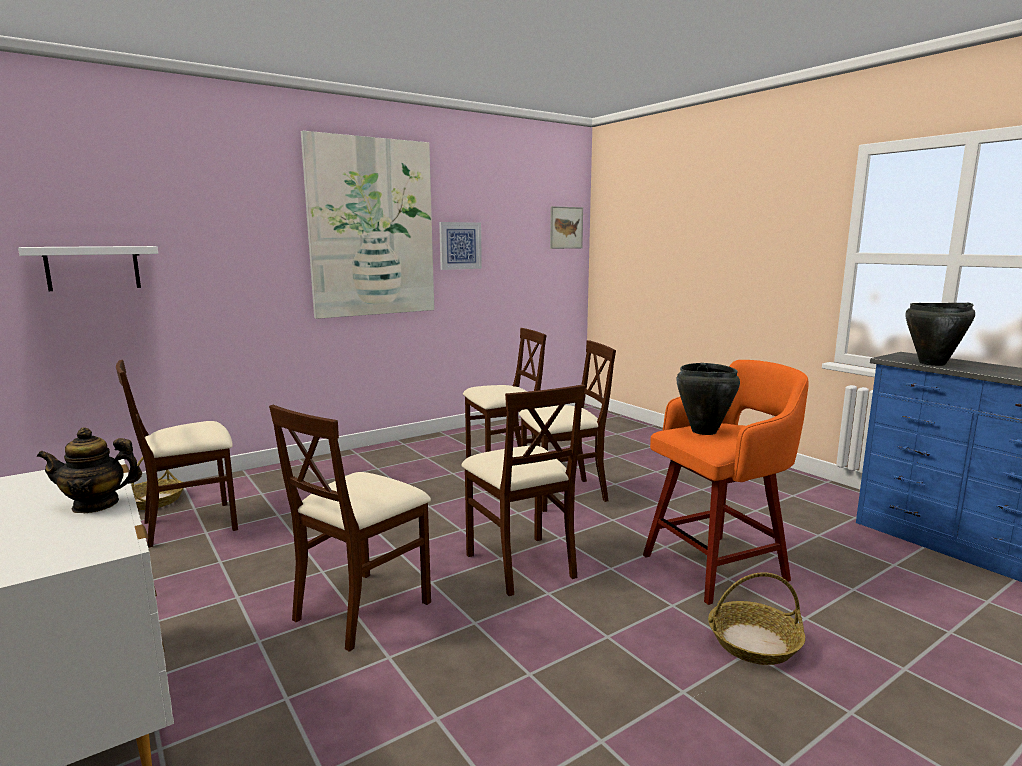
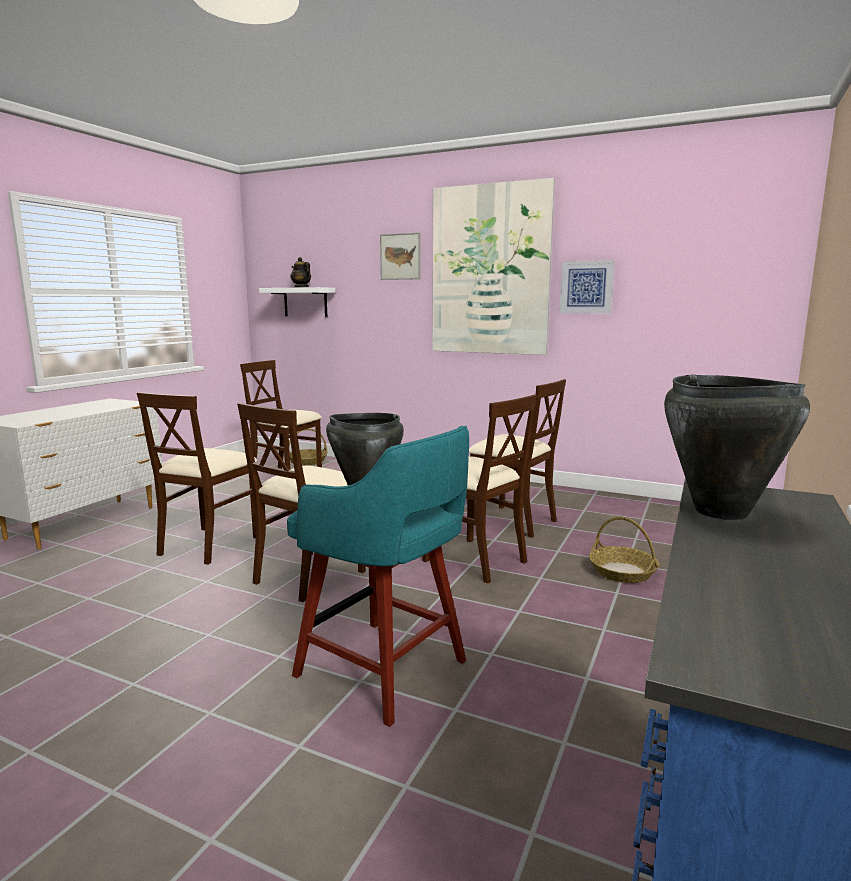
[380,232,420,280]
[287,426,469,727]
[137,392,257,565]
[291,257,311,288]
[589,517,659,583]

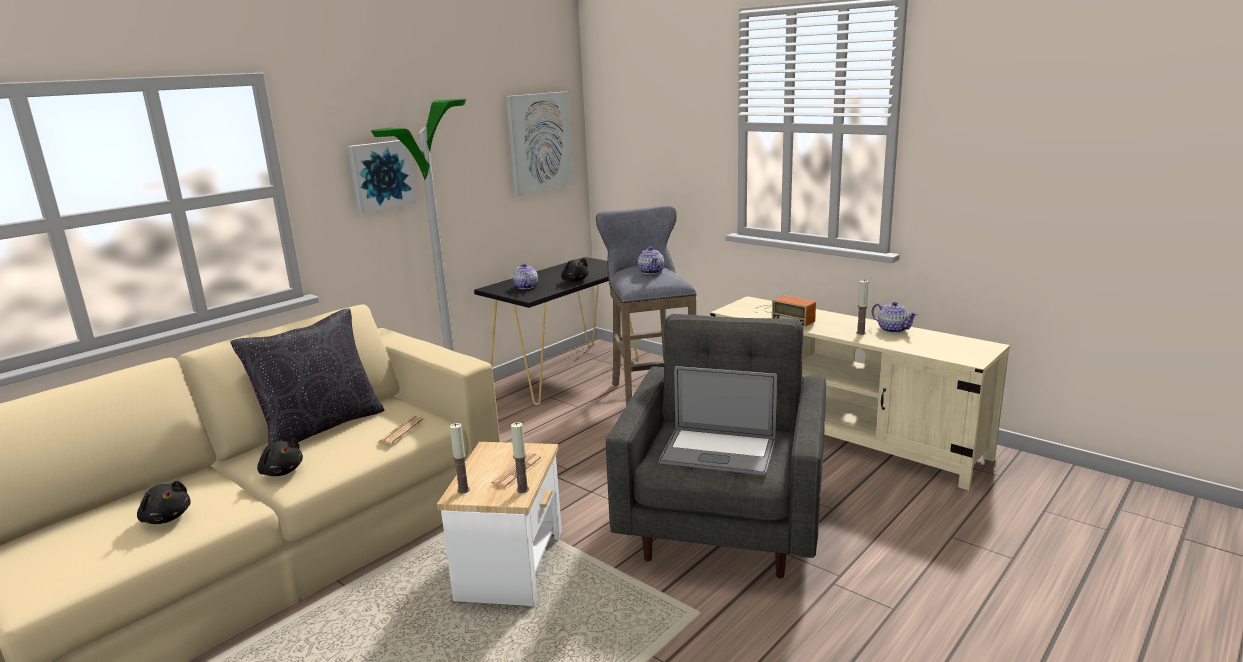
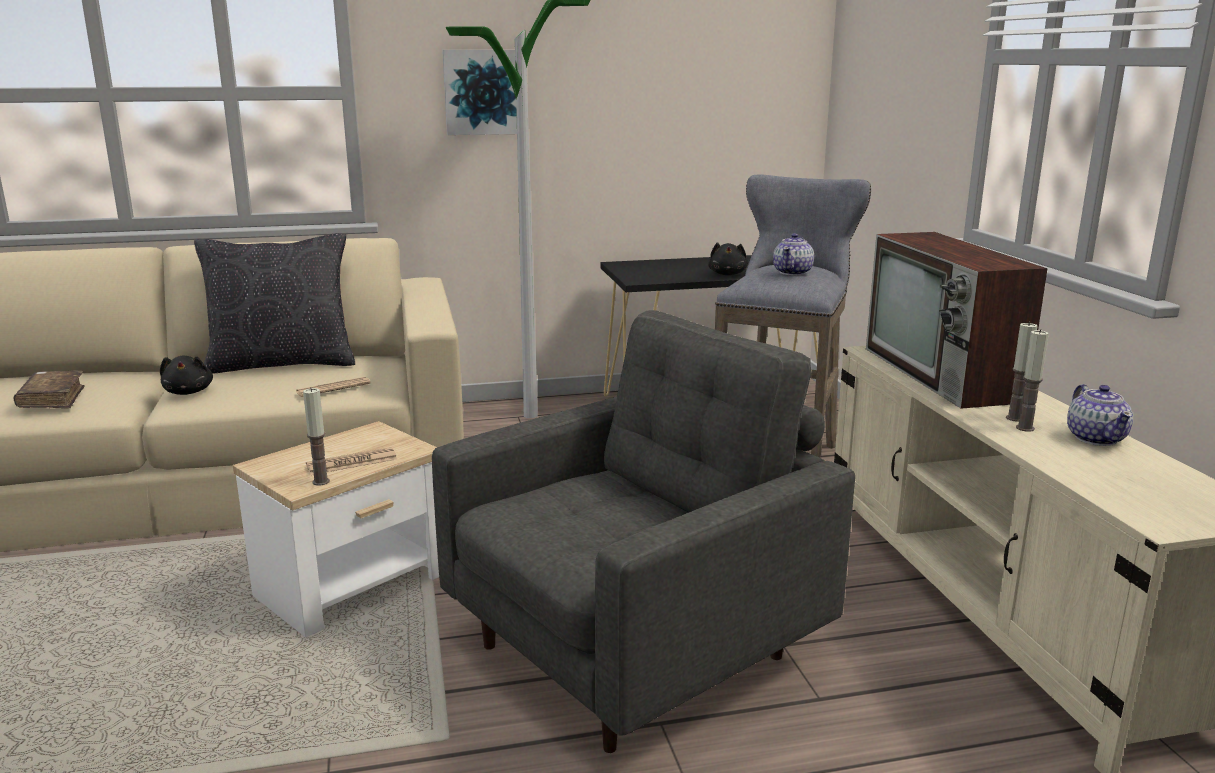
[506,91,574,195] (first image)
[513,263,538,289] (first image)
[866,232,1048,409]
[659,366,777,475] (first image)
[1006,322,1038,422]
[13,370,85,408]

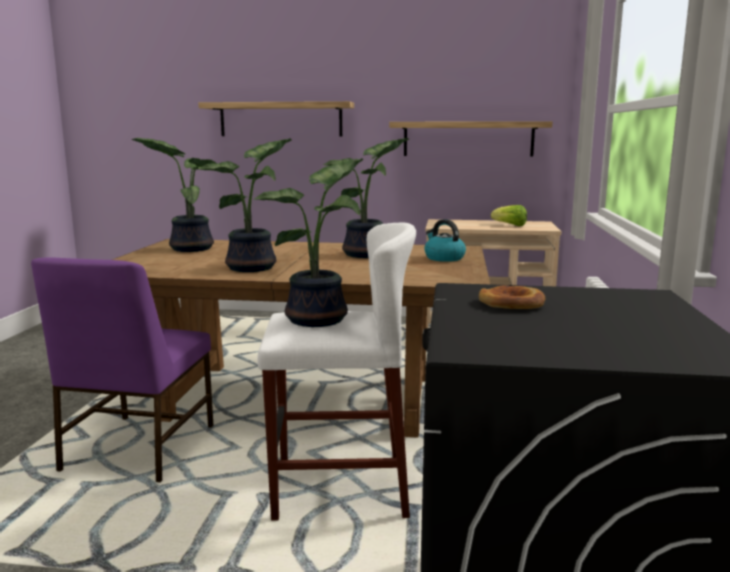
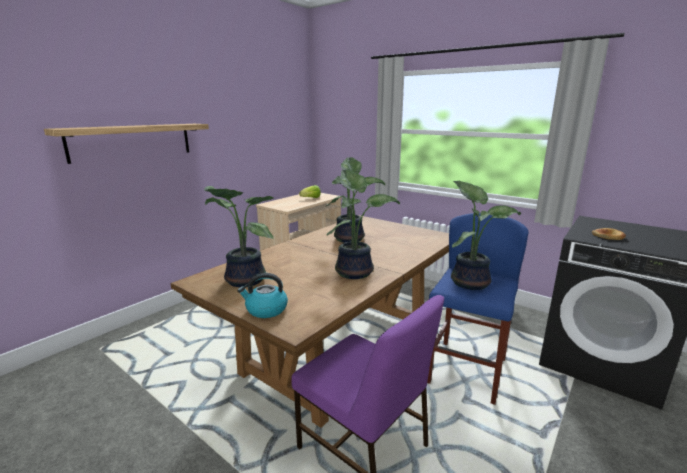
[389,121,553,157] (first image)
[238,273,288,318]
[427,213,529,405]

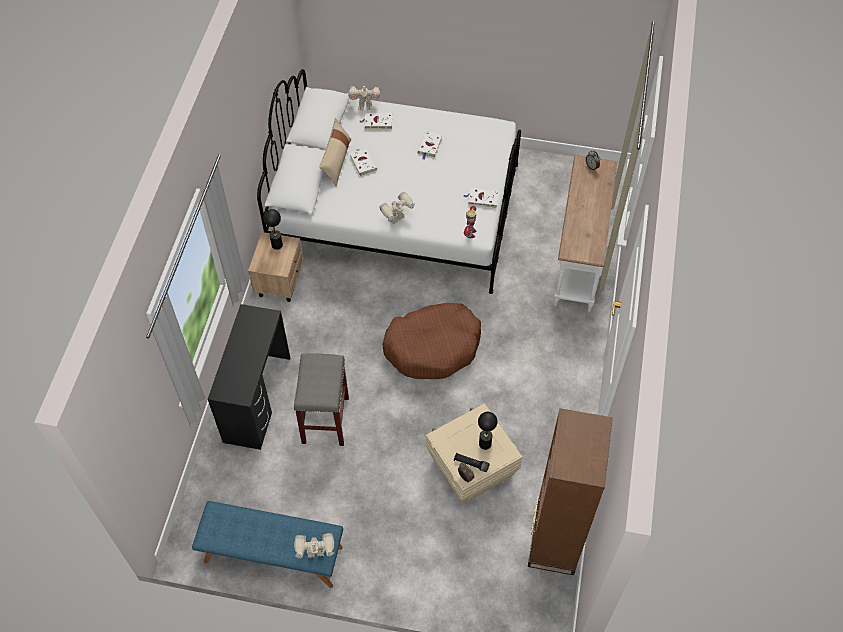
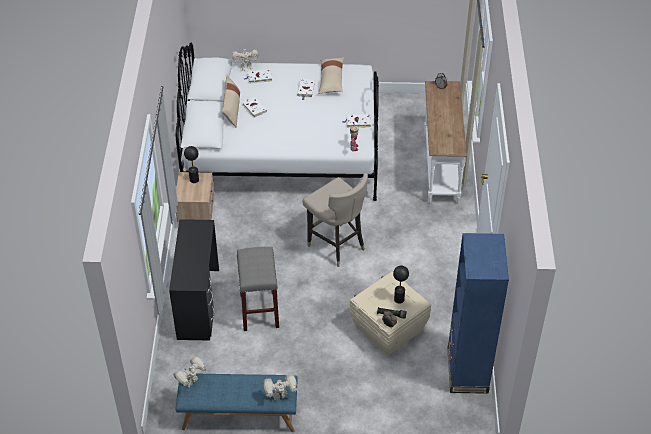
[173,356,207,388]
[302,173,368,267]
[447,233,509,394]
[318,57,344,94]

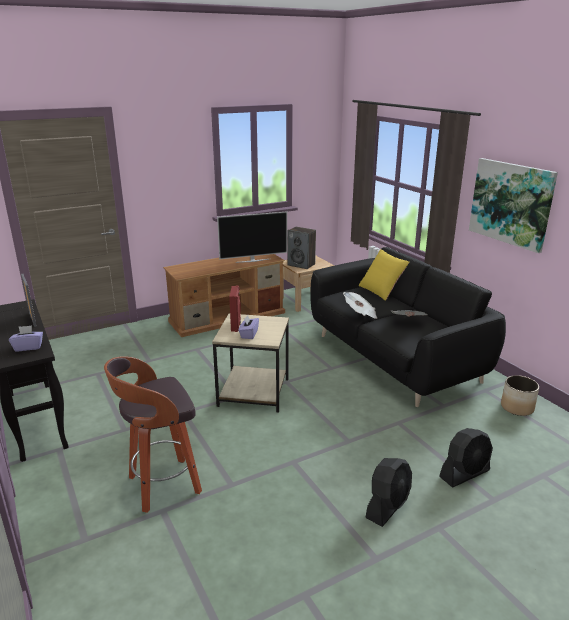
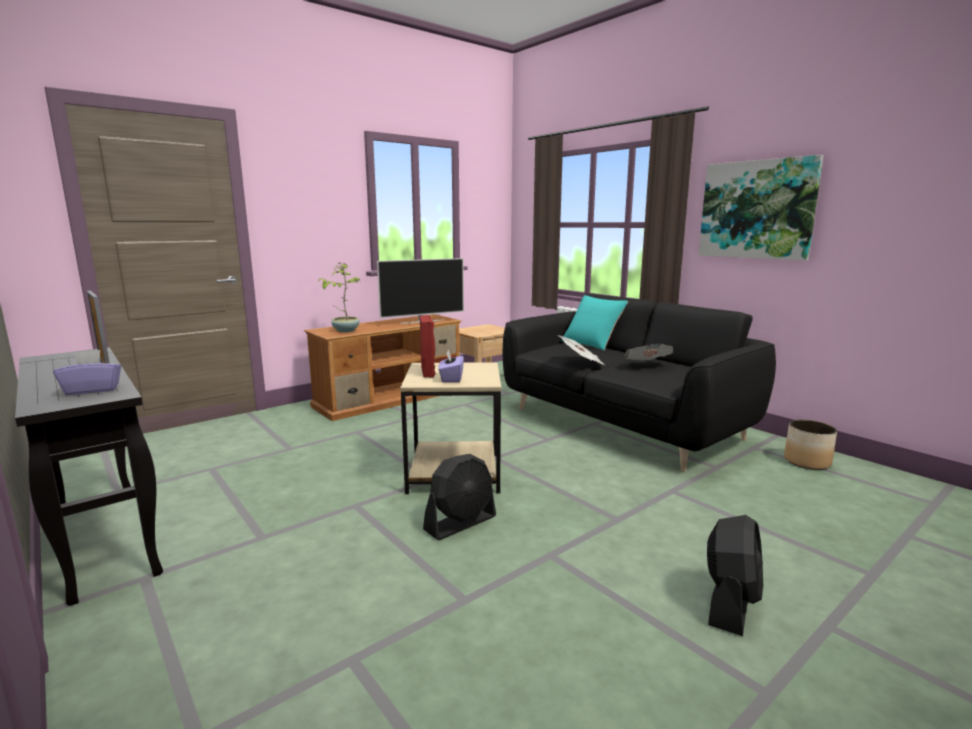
[287,227,316,269] (first image)
[561,295,628,351]
[104,356,202,513] (first image)
[423,454,496,540]
[318,263,360,332]

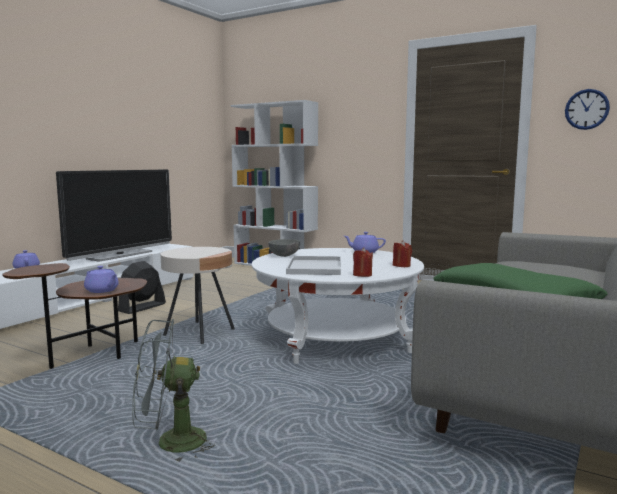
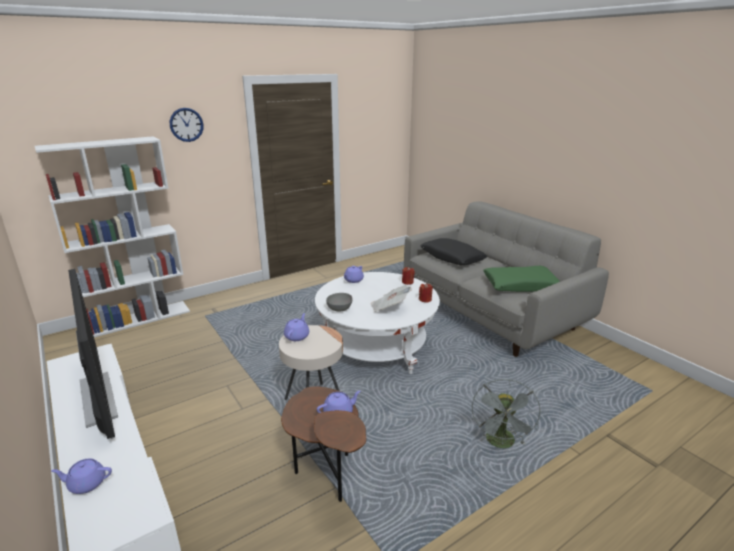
[170,108,203,142]
[371,285,412,312]
[118,261,166,314] (first image)
[421,238,487,265]
[284,313,309,341]

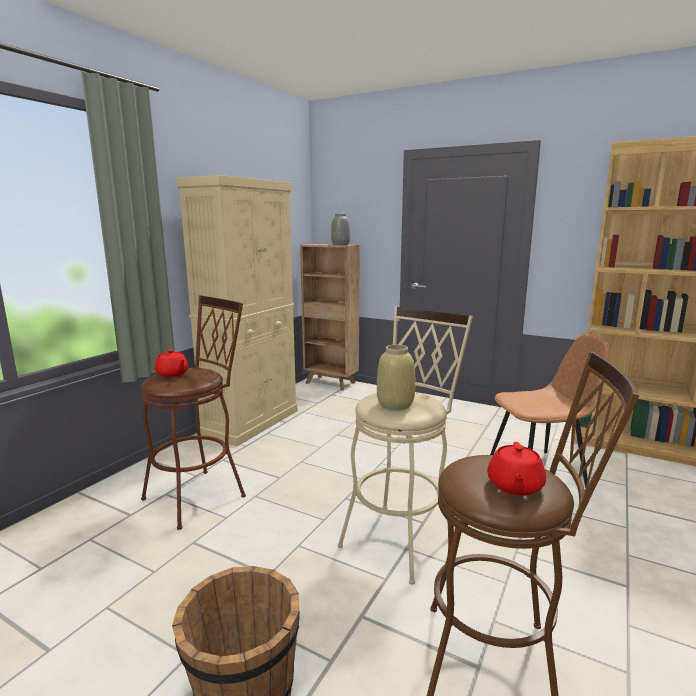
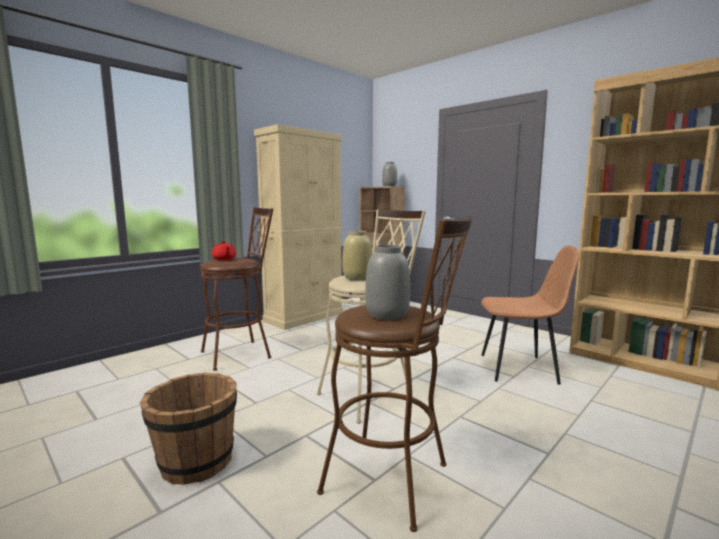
[365,245,410,320]

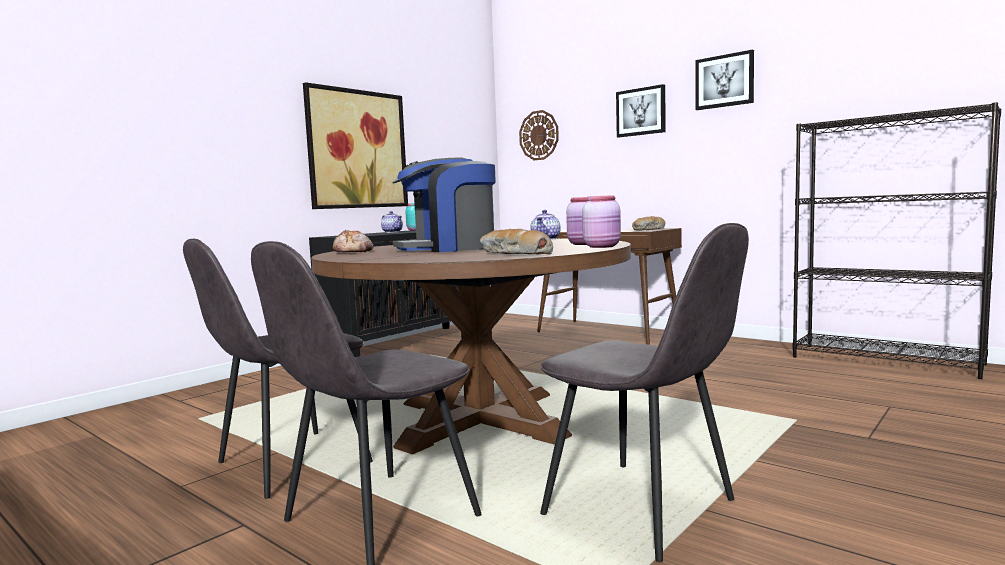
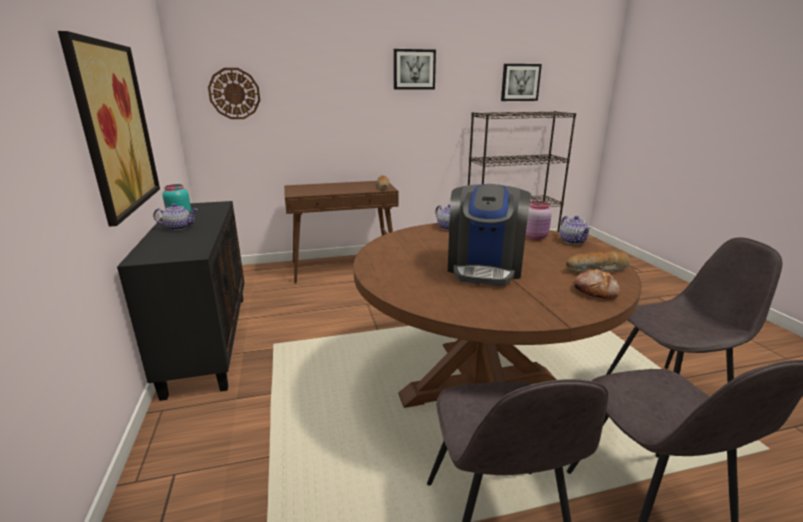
[501,64,542,101]
[560,216,591,245]
[573,269,620,299]

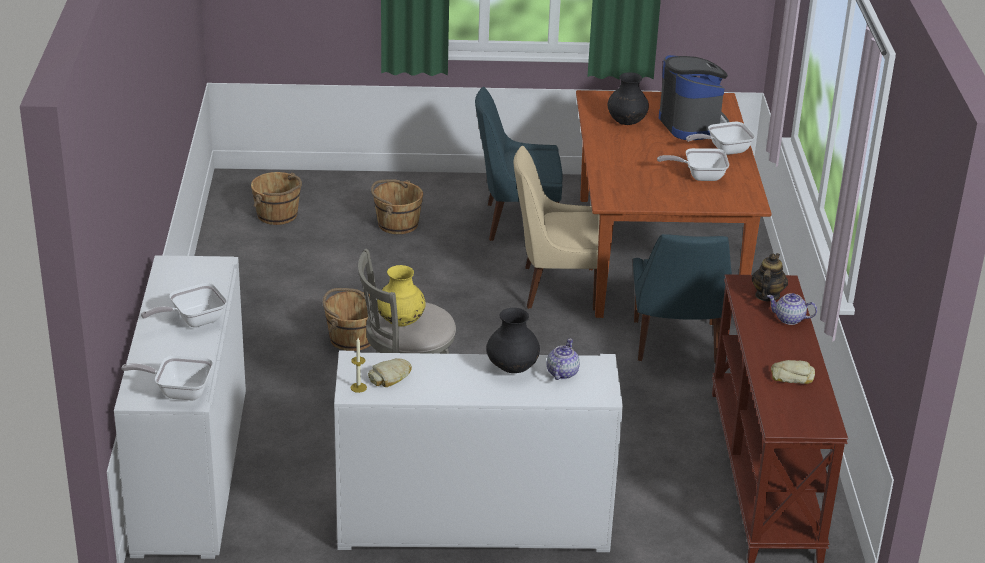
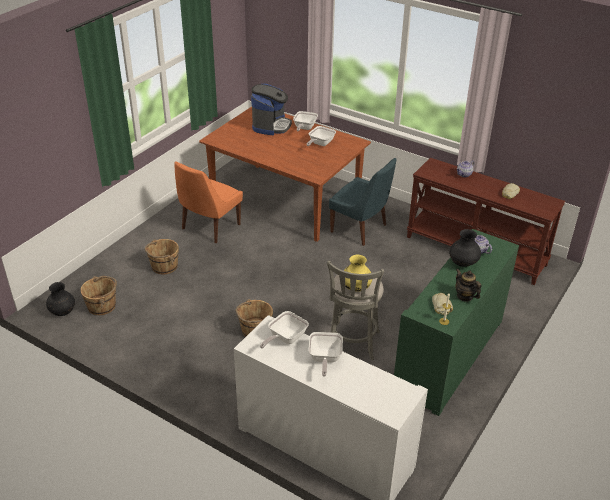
[251,84,292,135]
[46,282,75,316]
[174,161,243,243]
[514,146,600,311] (first image)
[455,269,481,302]
[394,229,519,416]
[260,311,309,348]

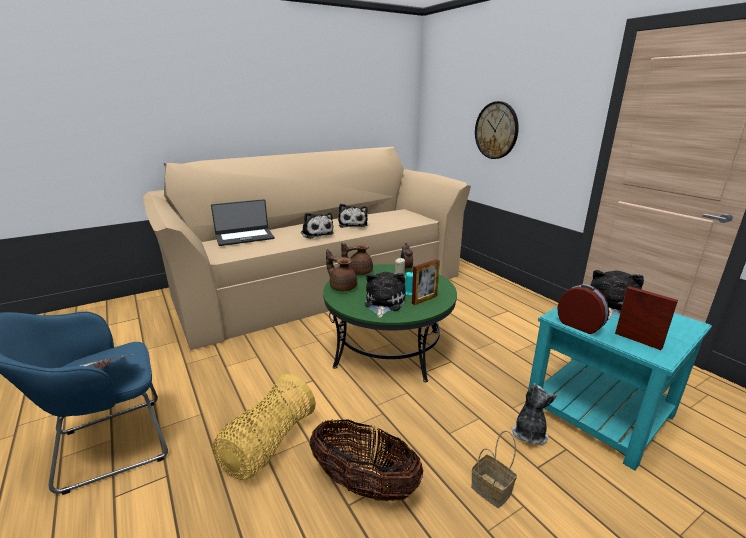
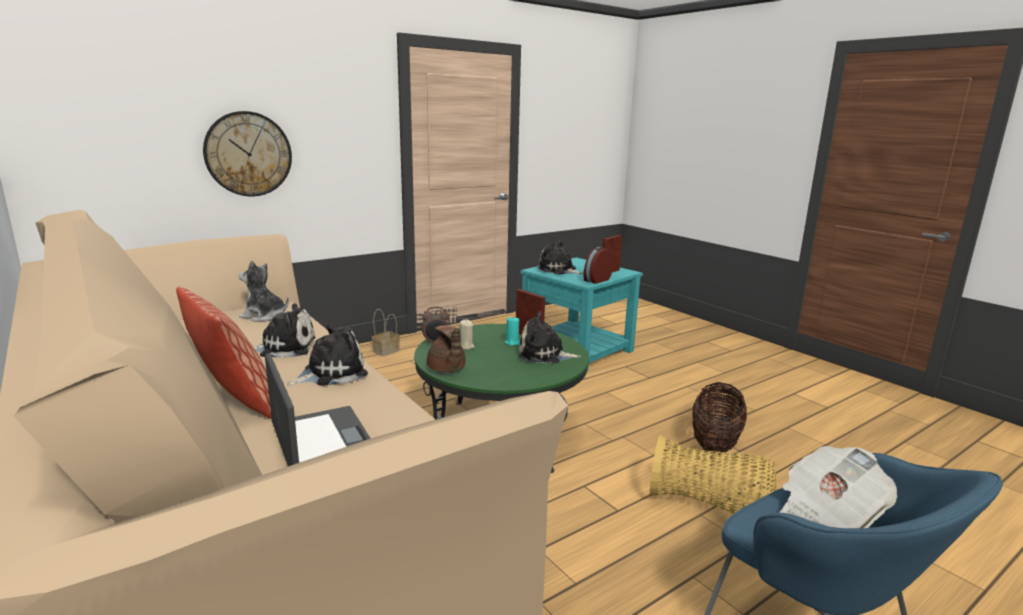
[326,249,357,291] (first image)
[239,261,289,322]
[372,309,400,356]
[176,287,272,419]

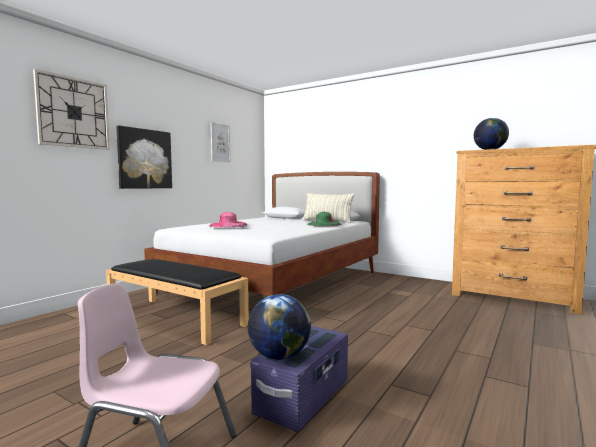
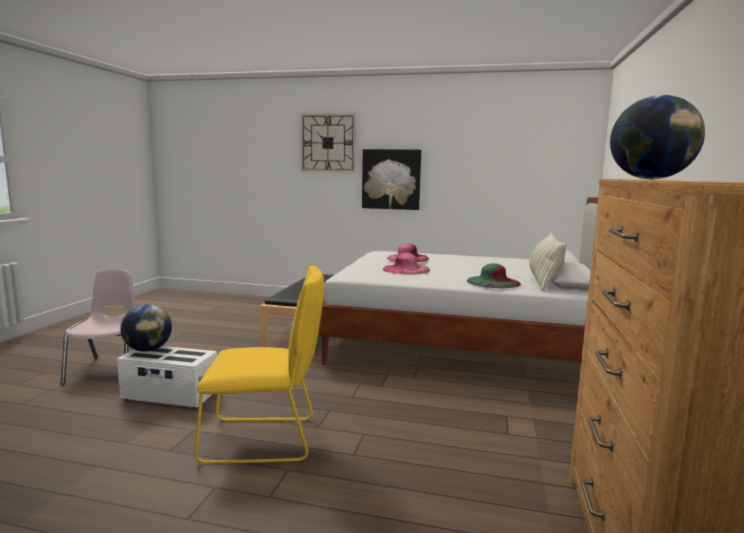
[211,122,231,162] (first image)
[117,346,217,408]
[383,253,430,275]
[194,266,324,464]

